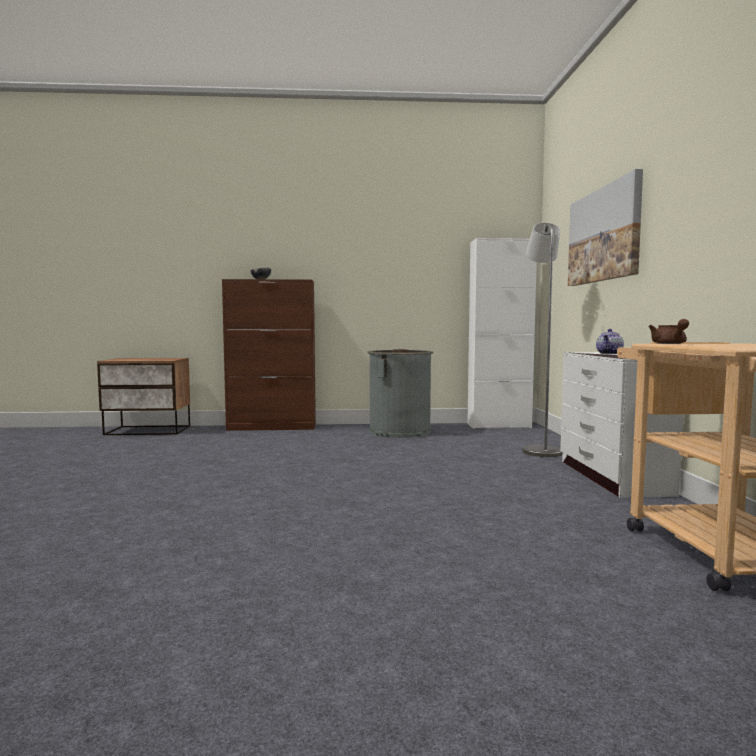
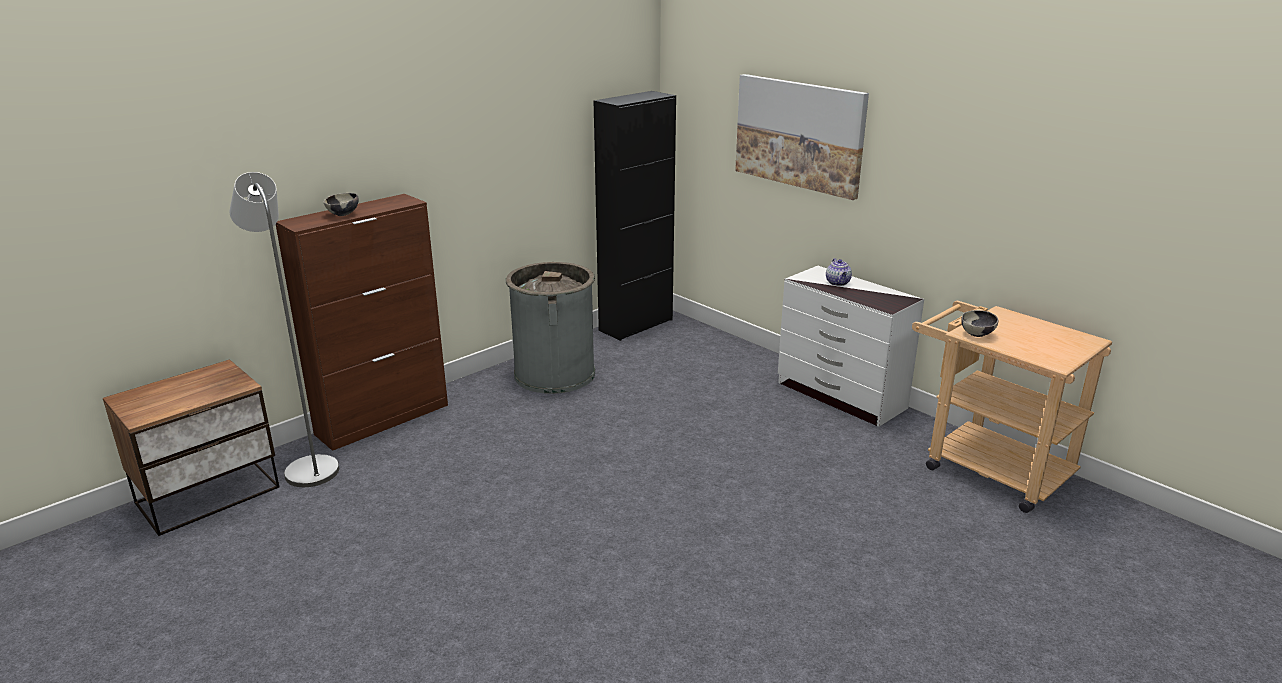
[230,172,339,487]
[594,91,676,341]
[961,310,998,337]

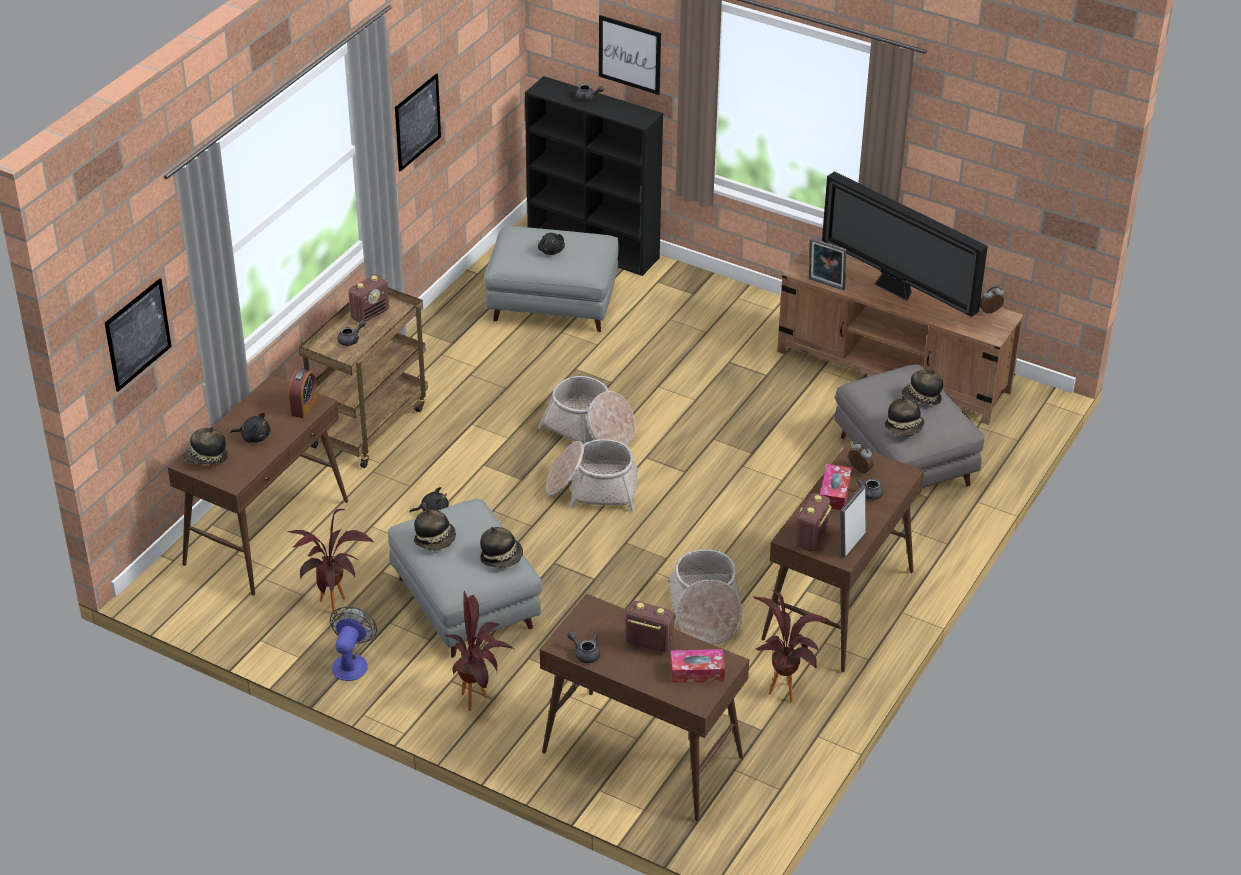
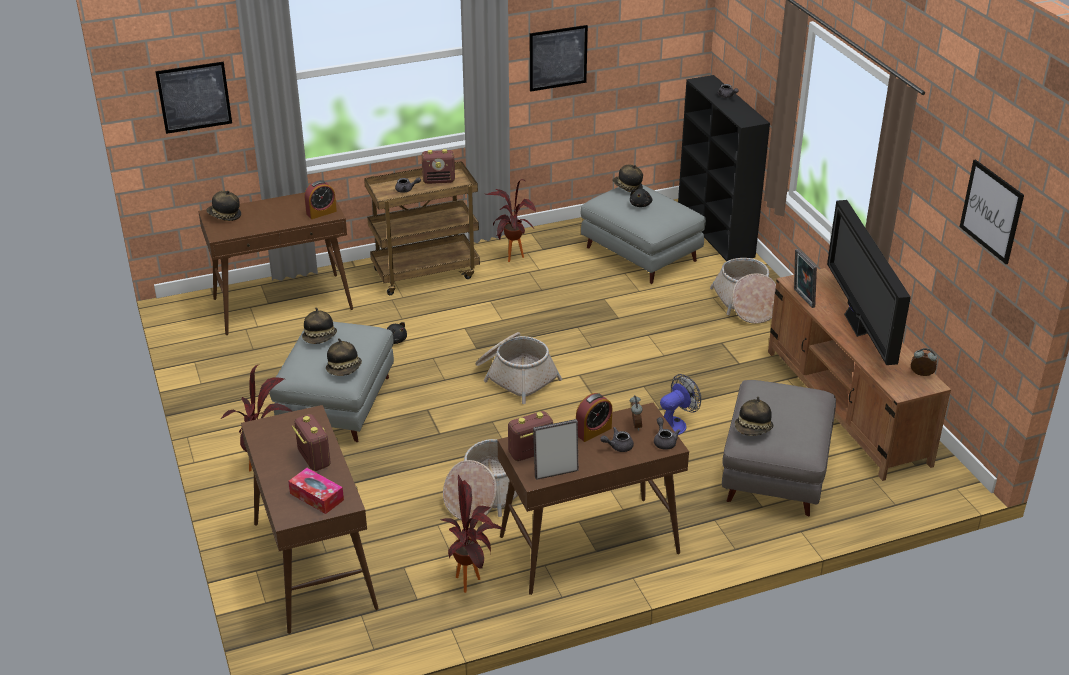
[960,159,1024,264]
[612,164,643,192]
[710,258,776,324]
[230,413,271,443] (first image)
[576,393,612,442]
[486,179,536,262]
[660,374,701,435]
[654,417,680,450]

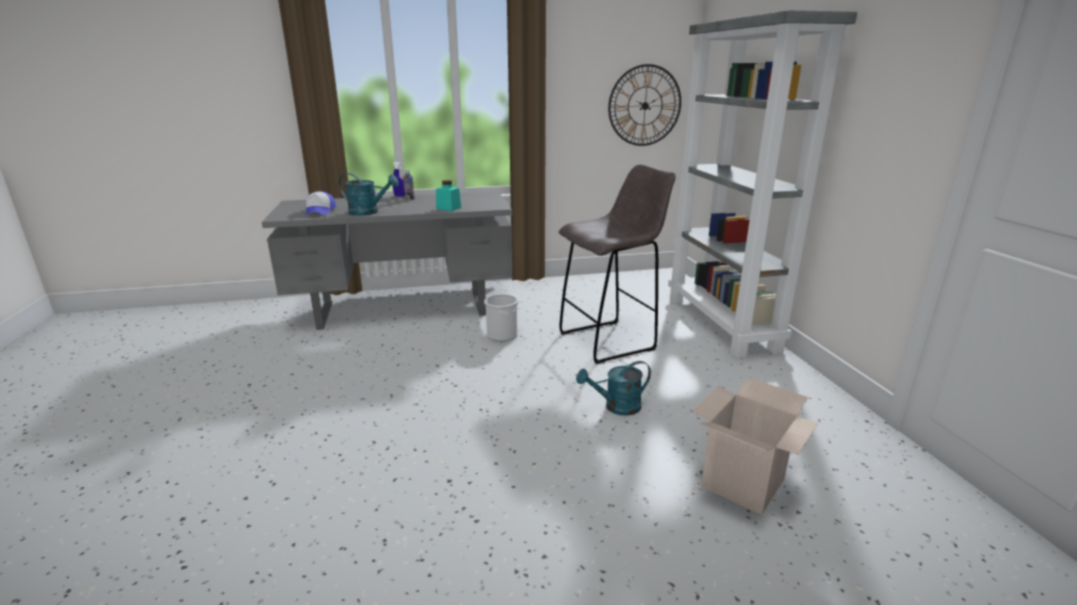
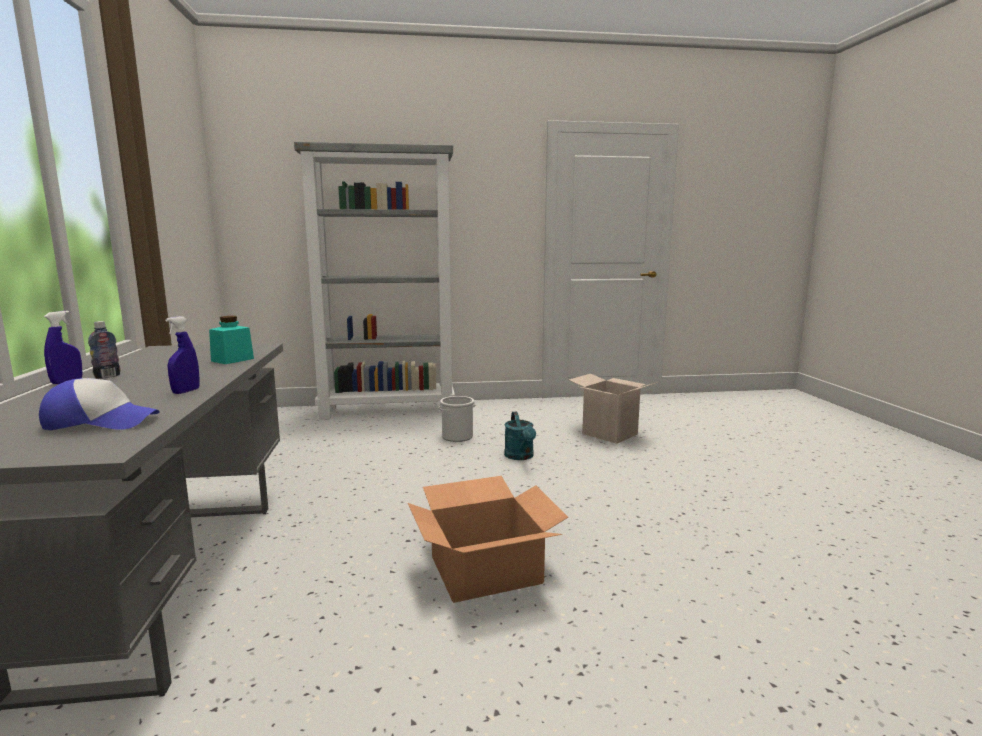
[608,64,681,146] (first image)
[558,164,676,364] (first image)
[165,316,200,394]
[438,396,476,442]
[408,476,568,603]

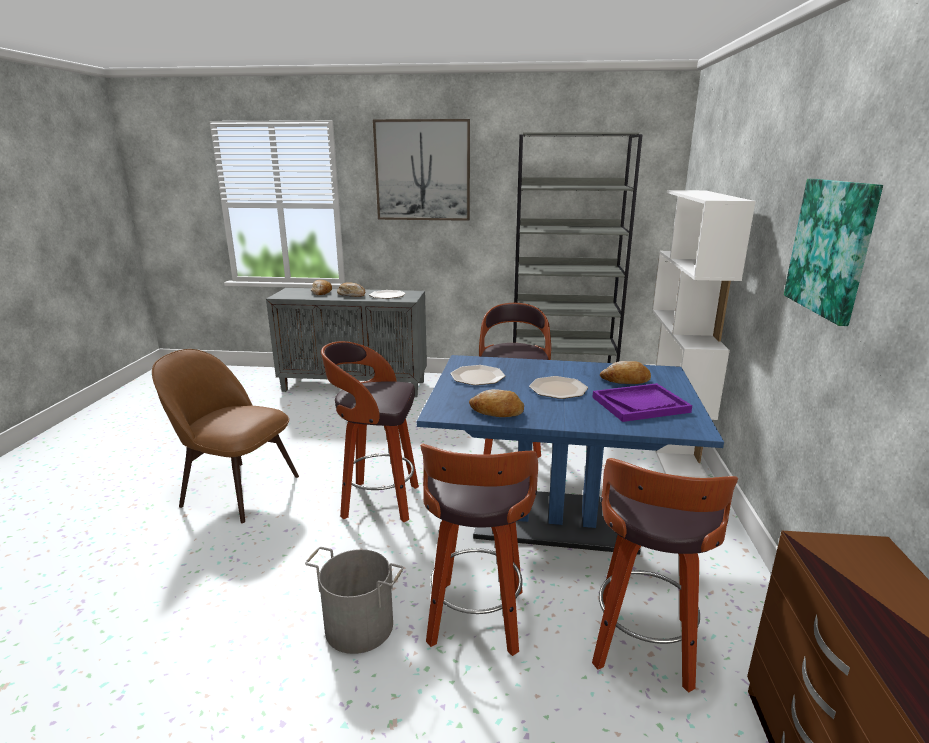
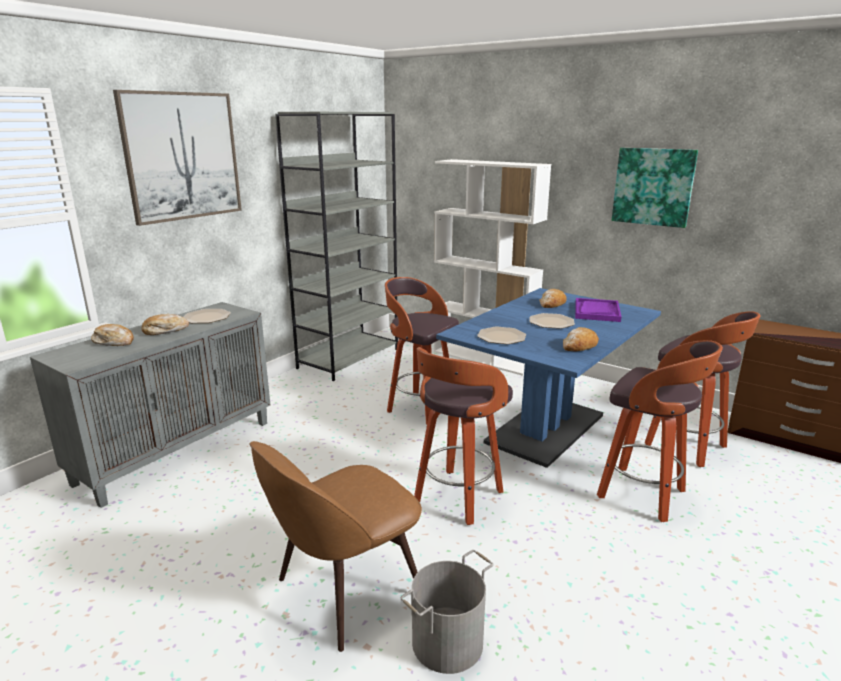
[400,550,494,674]

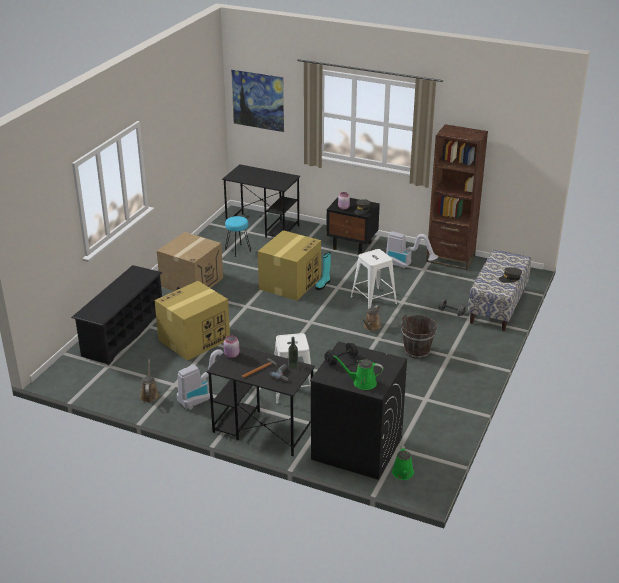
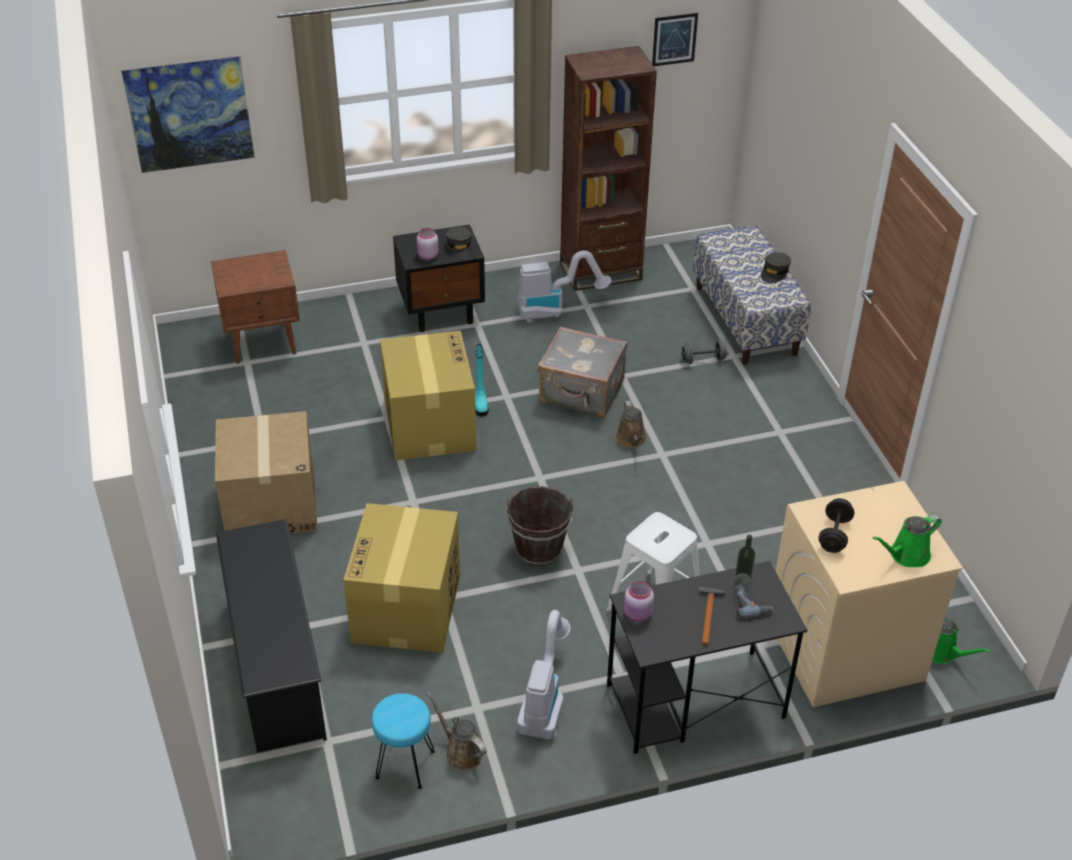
[211,250,300,364]
[372,693,435,789]
[538,327,627,418]
[506,486,574,566]
[775,481,963,707]
[652,13,698,66]

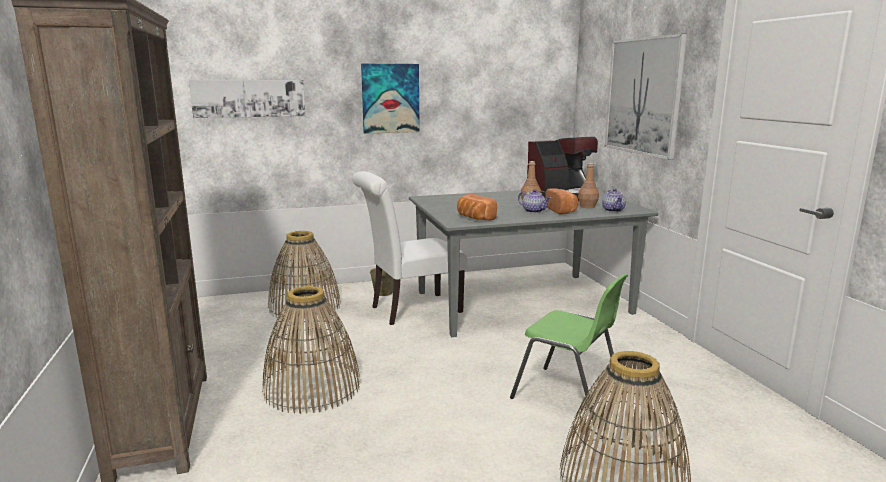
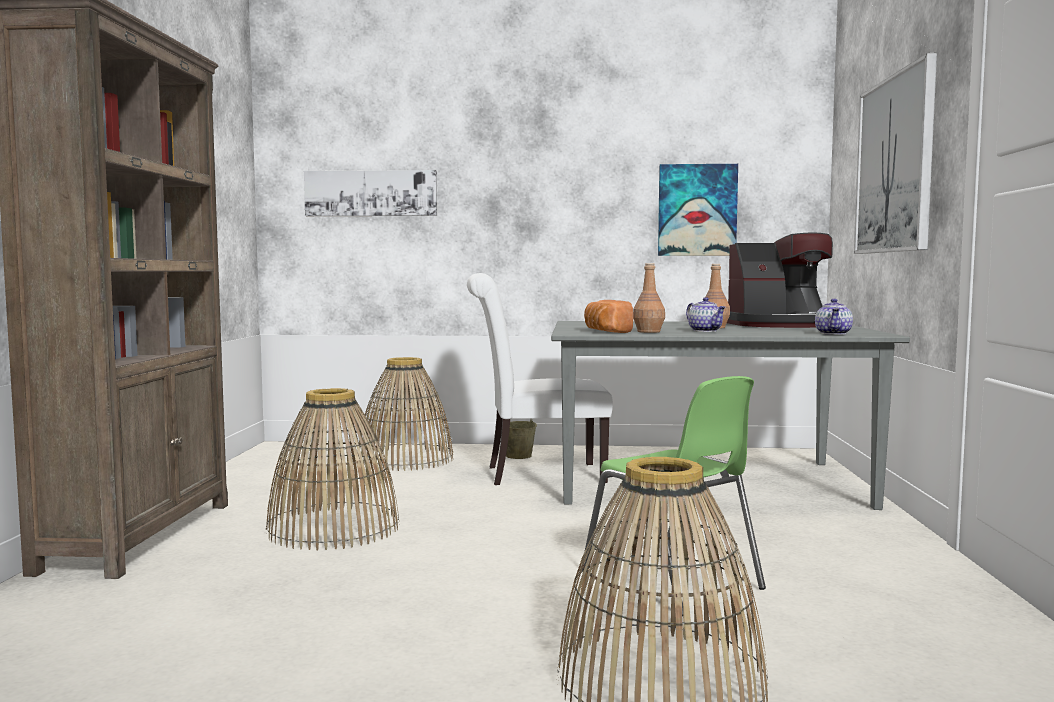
[658,164,738,256]
[633,263,665,333]
[545,188,578,215] (first image)

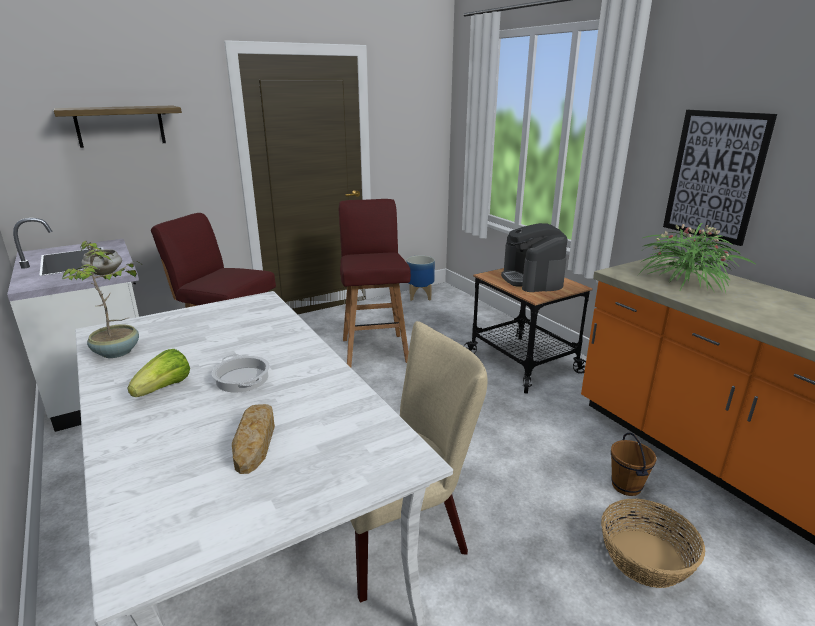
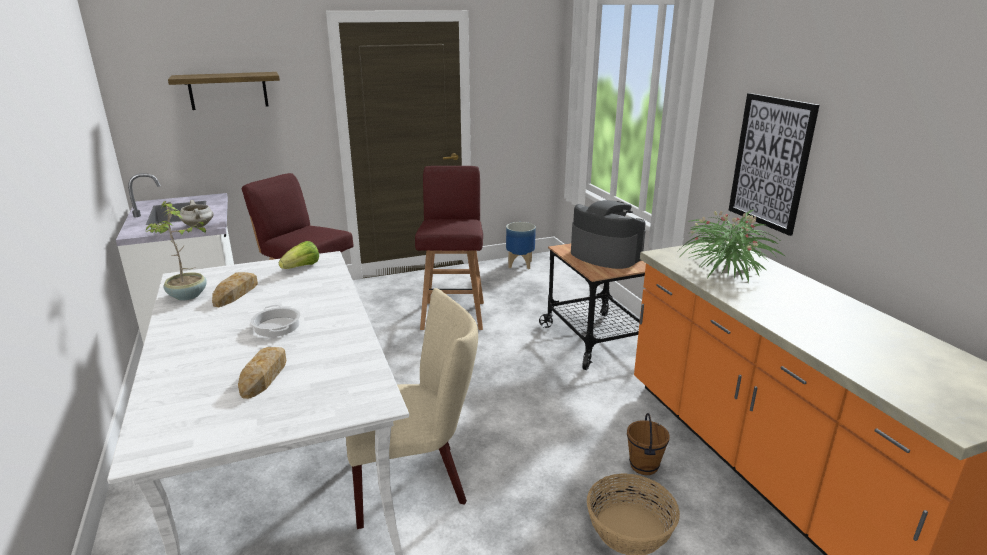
[571,200,646,269]
[279,241,319,269]
[212,272,258,307]

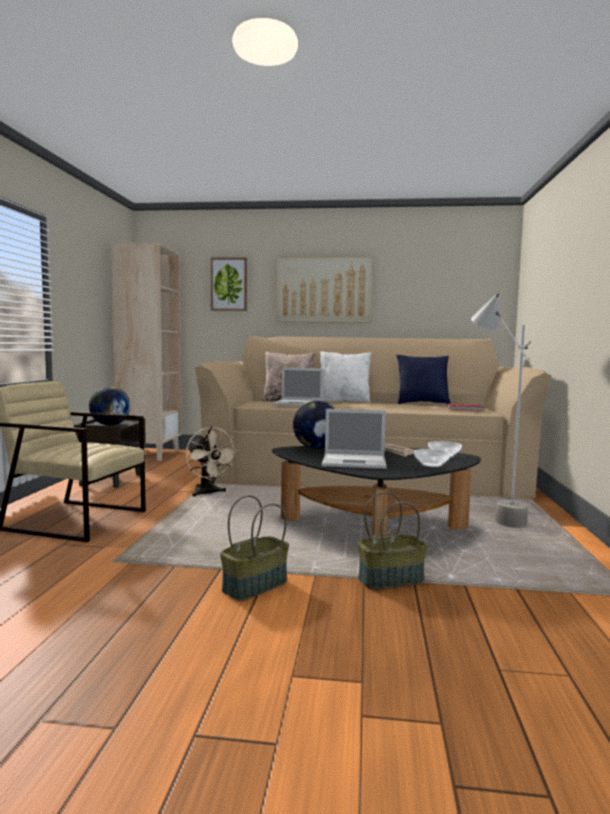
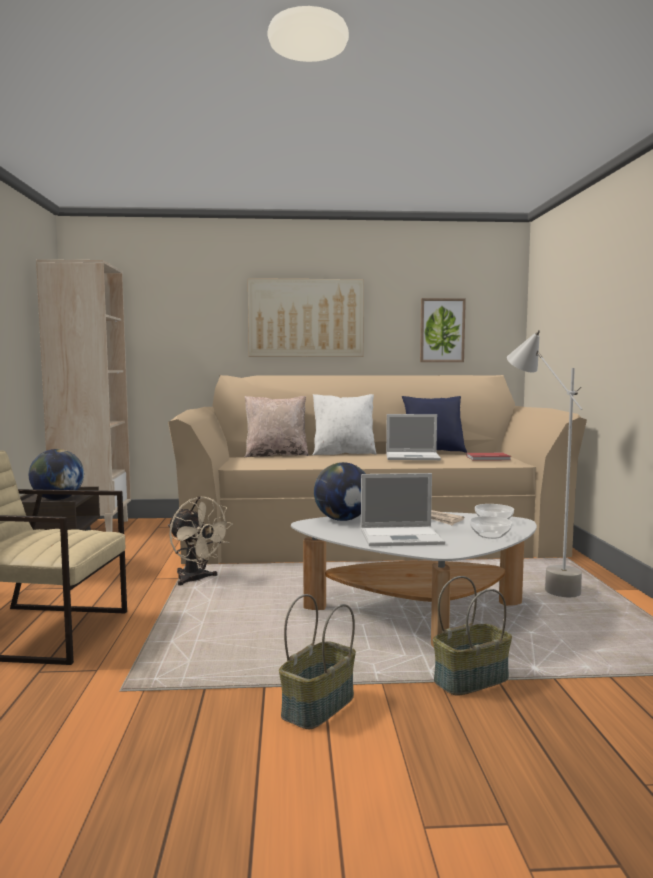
[420,298,466,362]
[386,414,441,460]
[291,512,537,648]

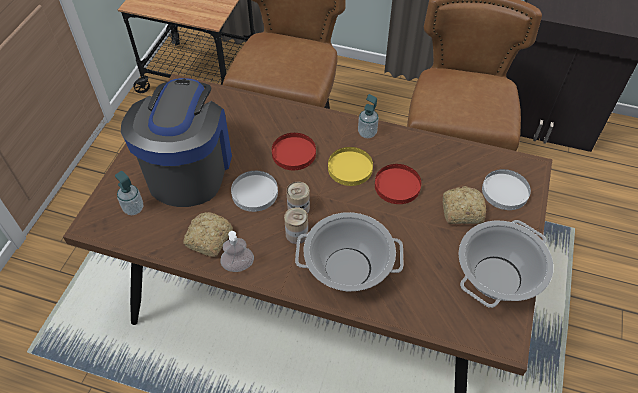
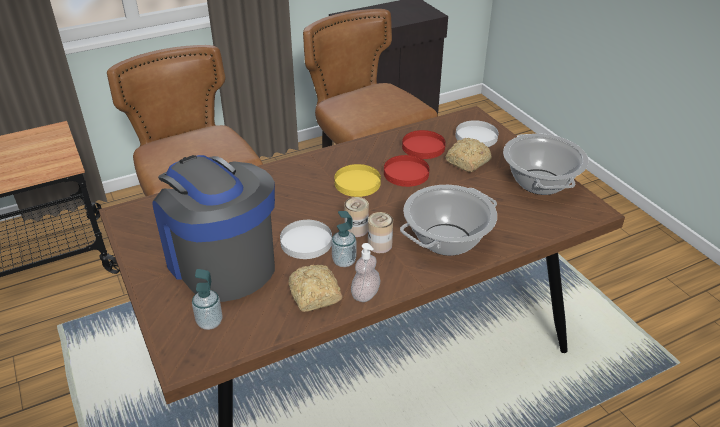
[331,211,357,267]
[402,130,446,159]

